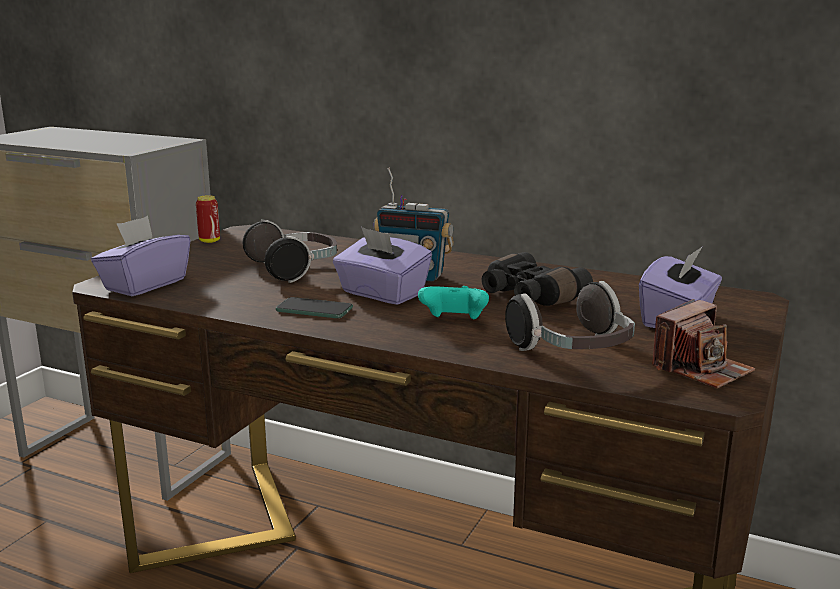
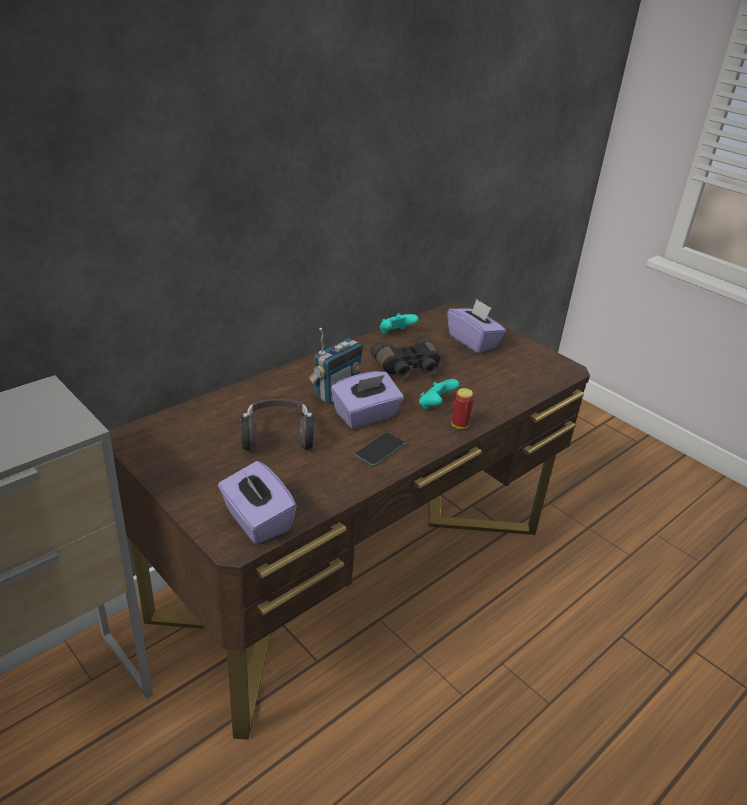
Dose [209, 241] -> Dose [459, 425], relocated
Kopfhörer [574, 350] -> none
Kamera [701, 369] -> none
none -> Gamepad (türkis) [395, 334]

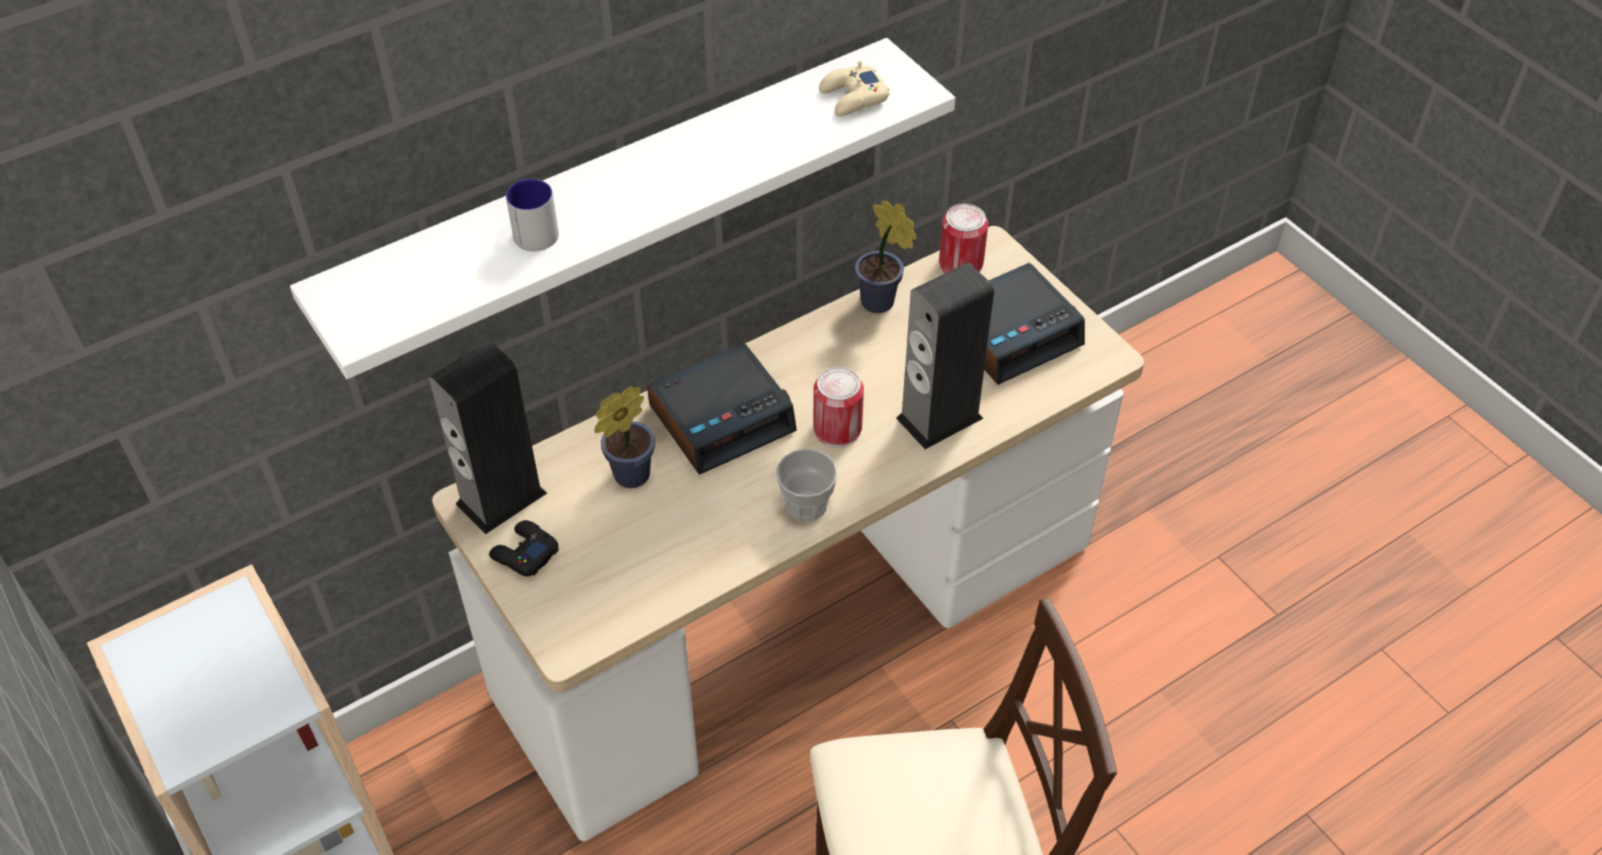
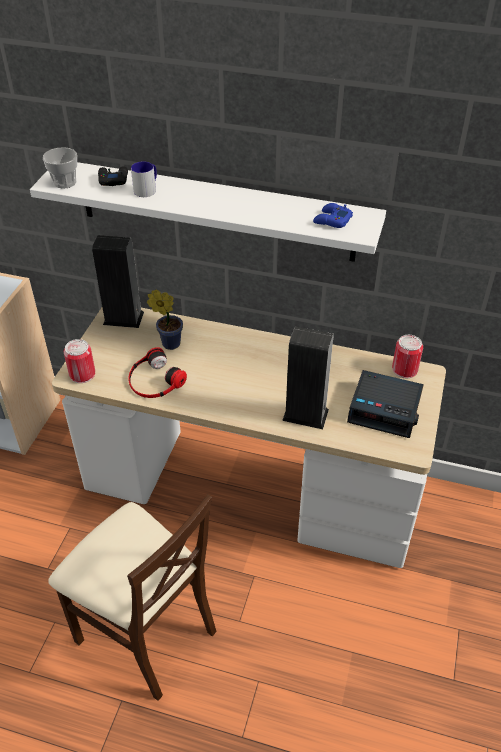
Gamepad (schwarz) [524, 553] -> Gamepad (schwarz) [113, 180], relocated
Wecker [722, 417] -> none
Tasse [806, 505] -> Tasse [65, 182], relocated
Dose [837, 429] -> Dose [82, 374], relocated
Gamepad (beige) [853, 97] -> Gamepad (blau) [332, 220]
Topfpflanze [881, 304] -> none
none -> Kopfhörer [154, 380]

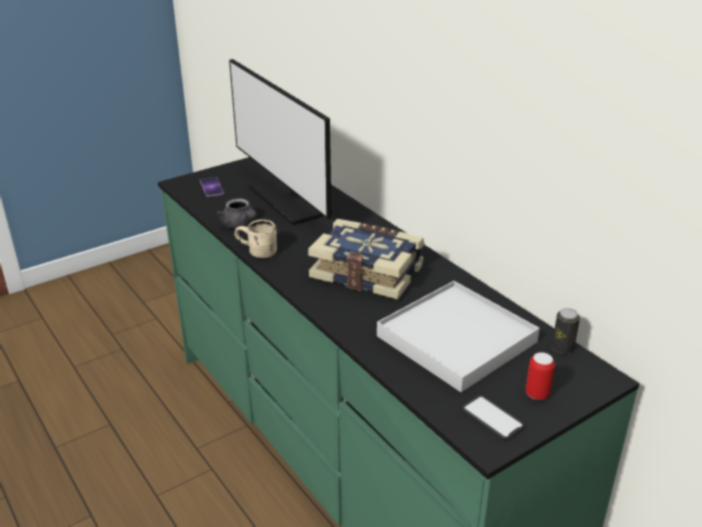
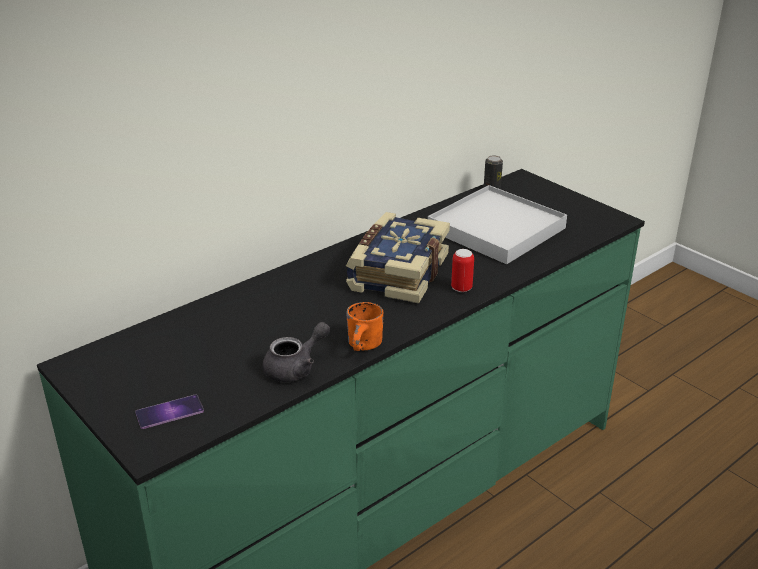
Monitor [289, 200] -> none
Henkelbecher (beige) [256, 252] -> Henkelbecher (orange) [366, 347]
Handy [492, 418] -> none
Dose [537, 394] -> Dose [461, 288], relocated

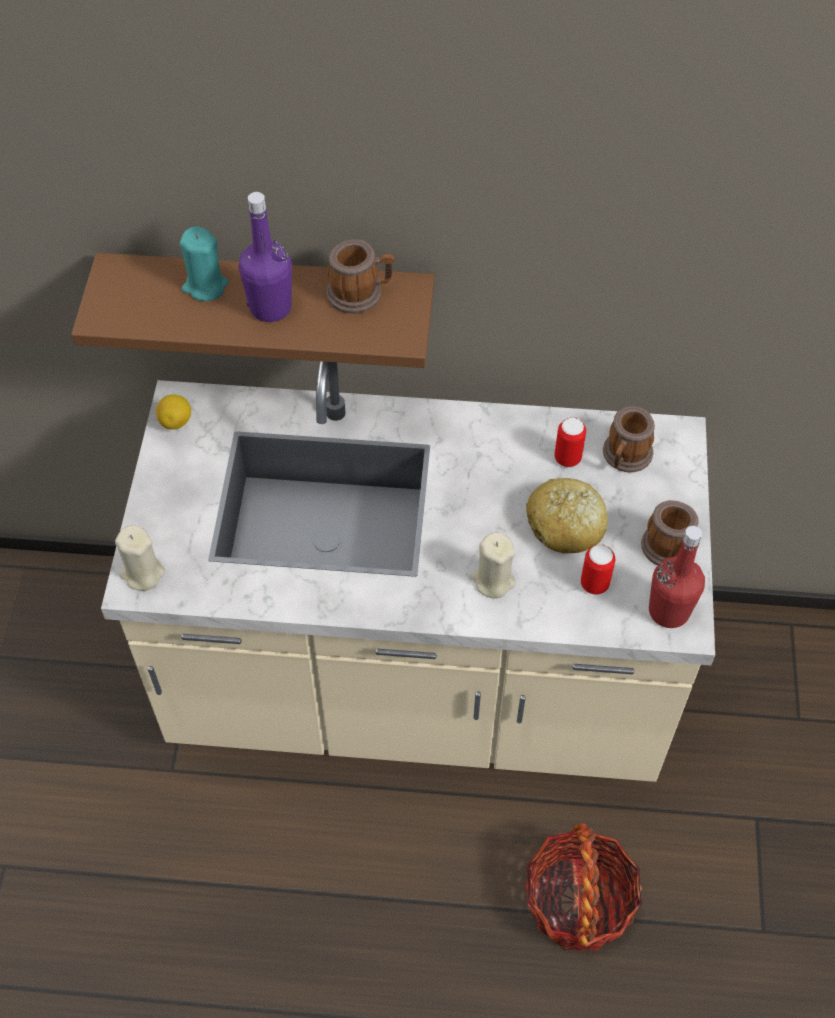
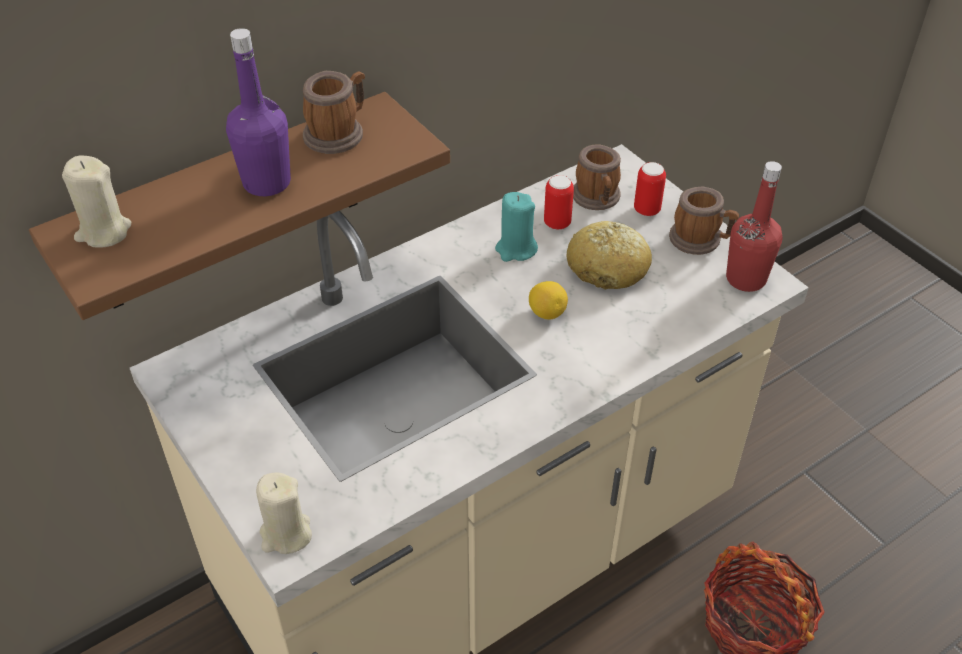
Zitrone [176, 422] -> Zitrone [547, 313], relocated
Kerze (türkis) [205, 286] -> Kerze (türkis) [516, 249], relocated
Kerze (beige) [492, 580] -> Kerze (beige) [103, 232], relocated
Dose [594, 584] -> Dose [646, 210], relocated

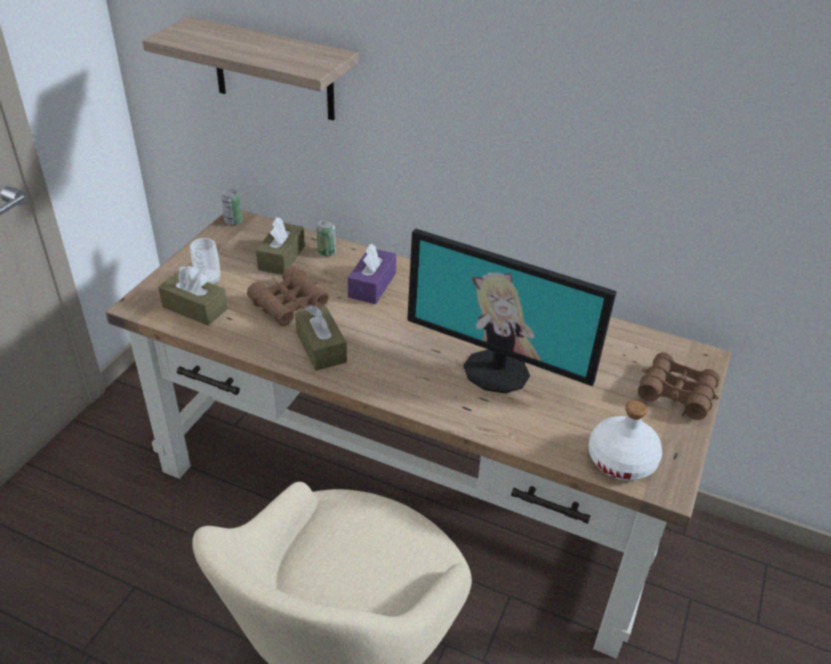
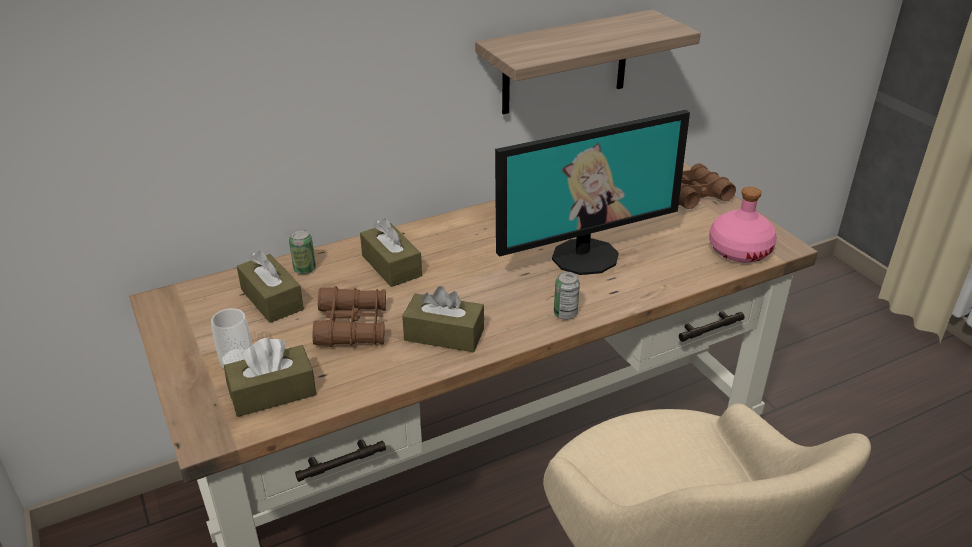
Wandregal [273, 70] -> Wandregal [565, 63], relocated
Dose [233, 221] -> Dose [565, 314], relocated
Taschentuchbox (lila) [372, 285] -> Taschentuchbox (braun) [391, 266]
Flasche (weiß) [621, 459] -> Flasche (rosa) [739, 250]

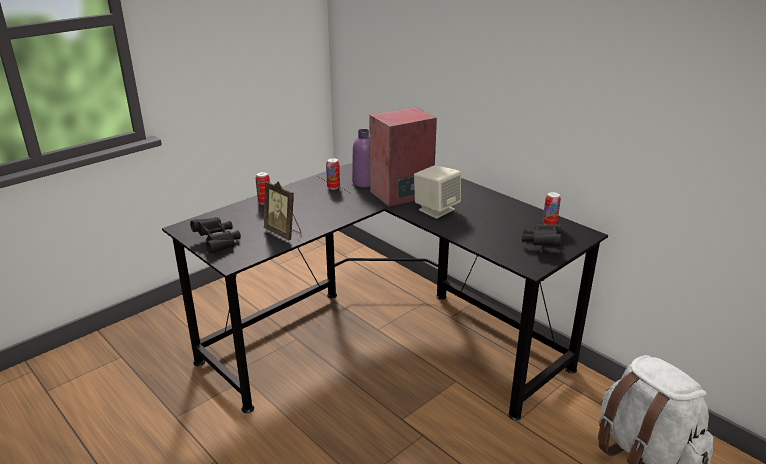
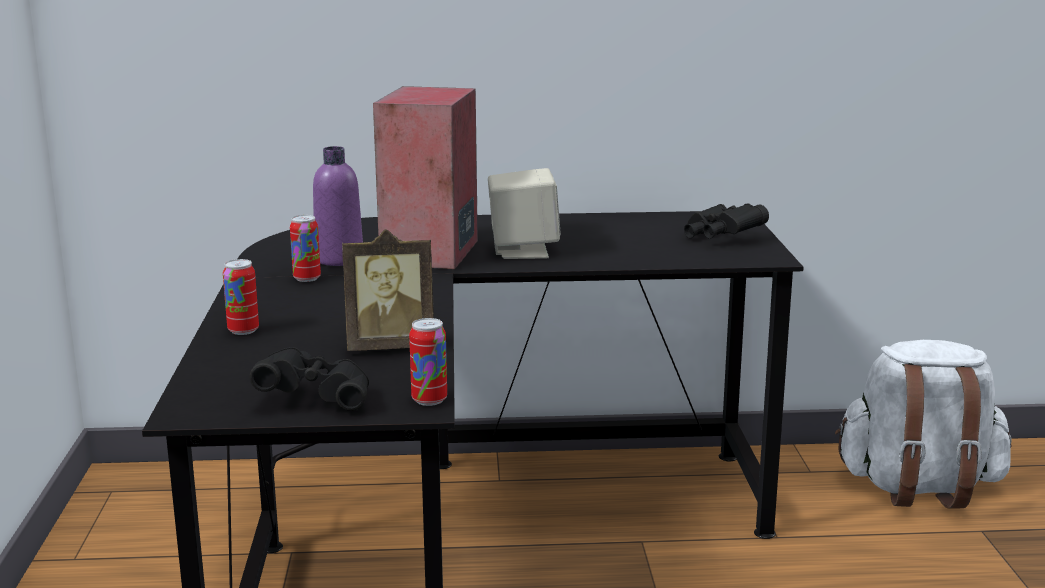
Dose [549, 224] -> Dose [429, 400], relocated

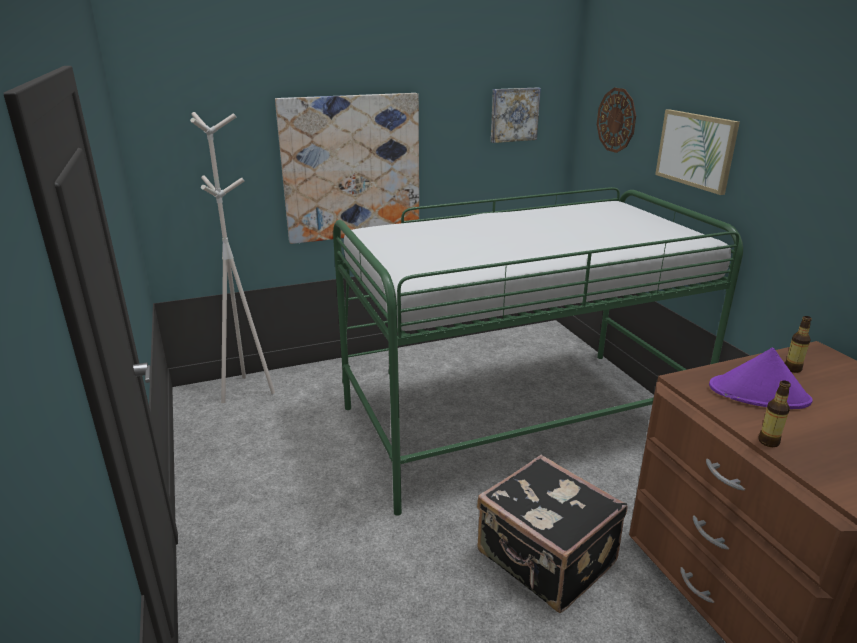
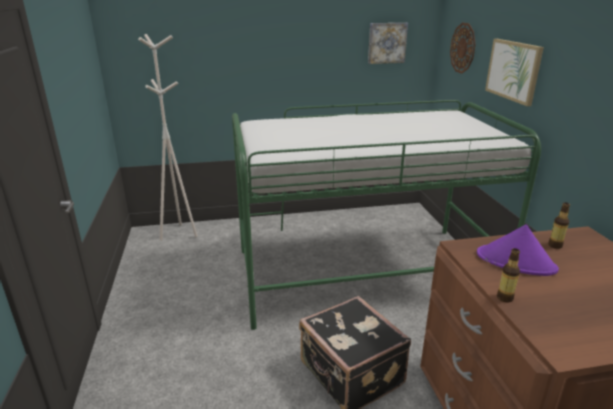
Bild [351, 168] -> none

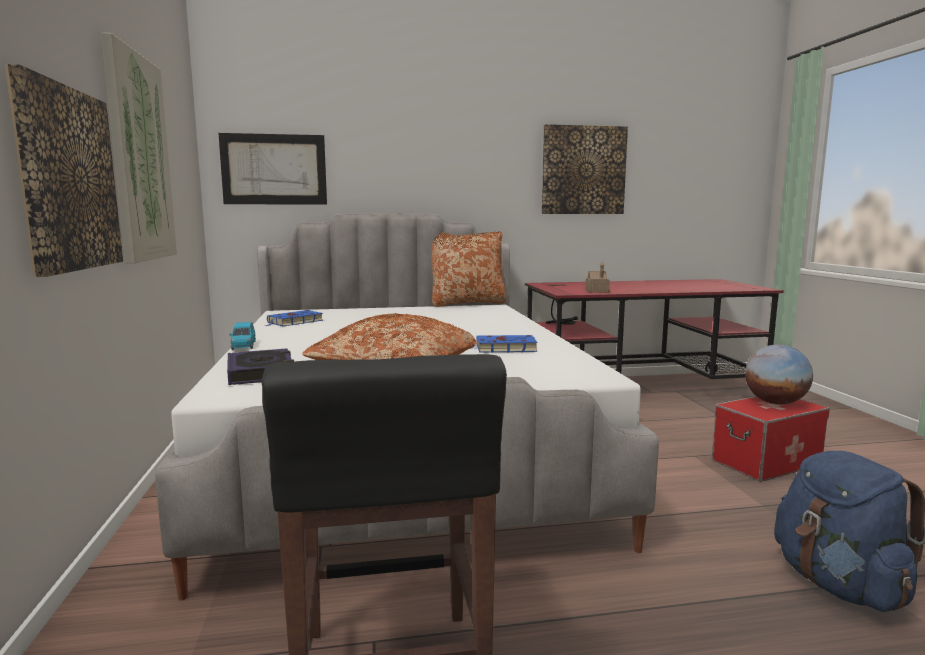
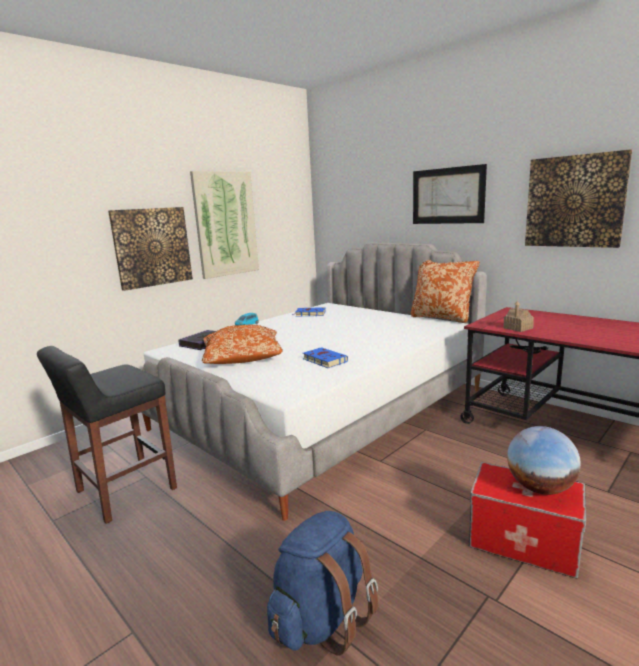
Bild [274, 169] -> Bild [447, 196], relocated

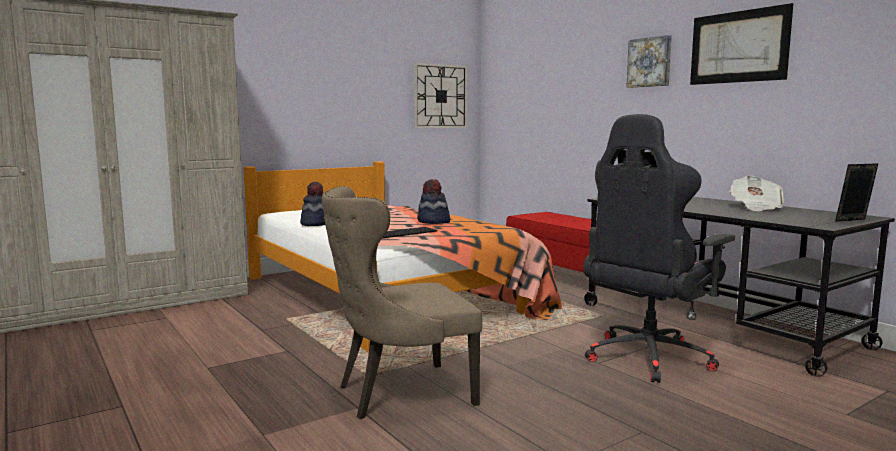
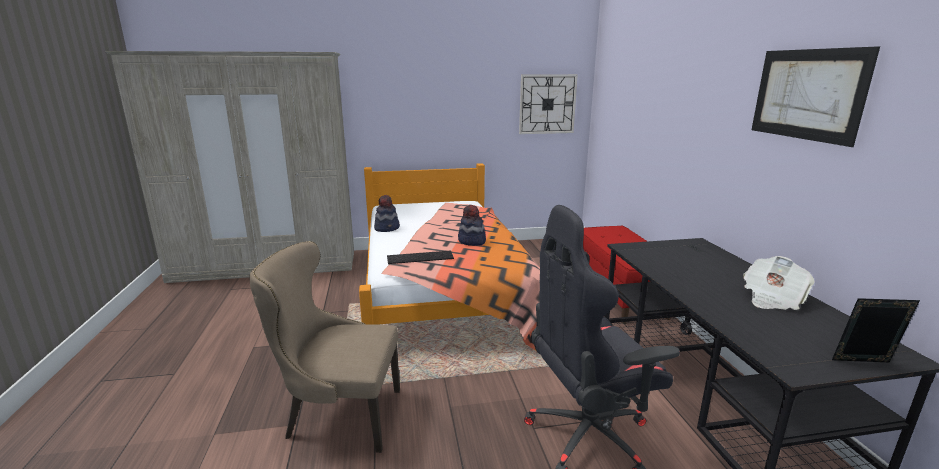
Bild [650, 62] -> none

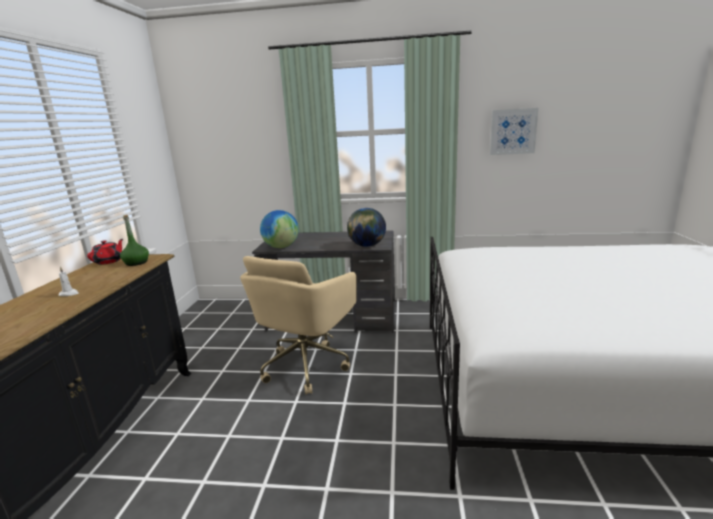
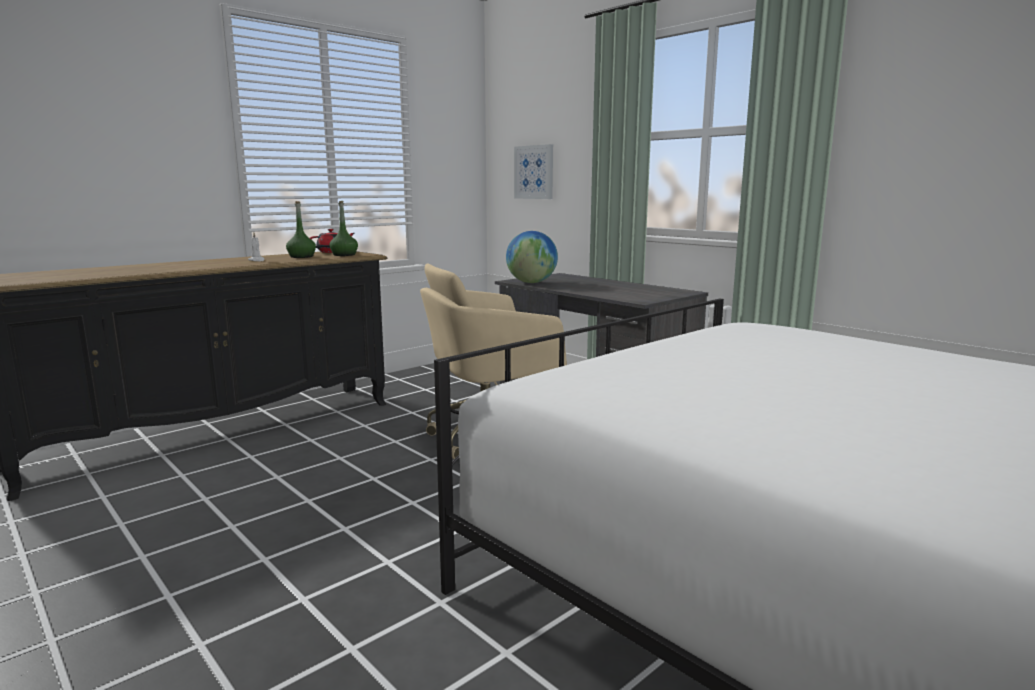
Globus [367, 246] -> none
Bild [513, 131] -> Bild [534, 172], relocated
none -> Flasche (grün) [302, 257]

